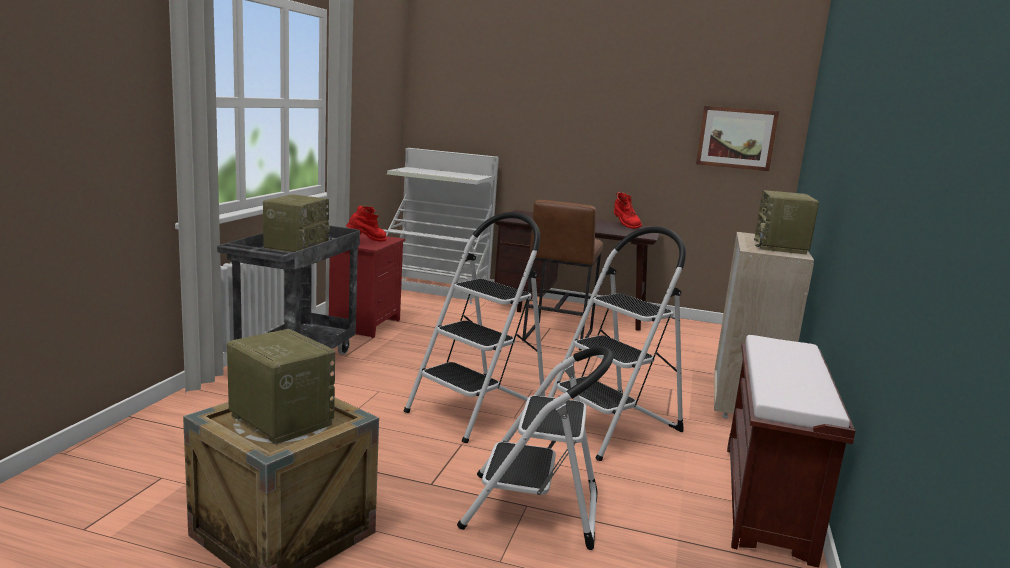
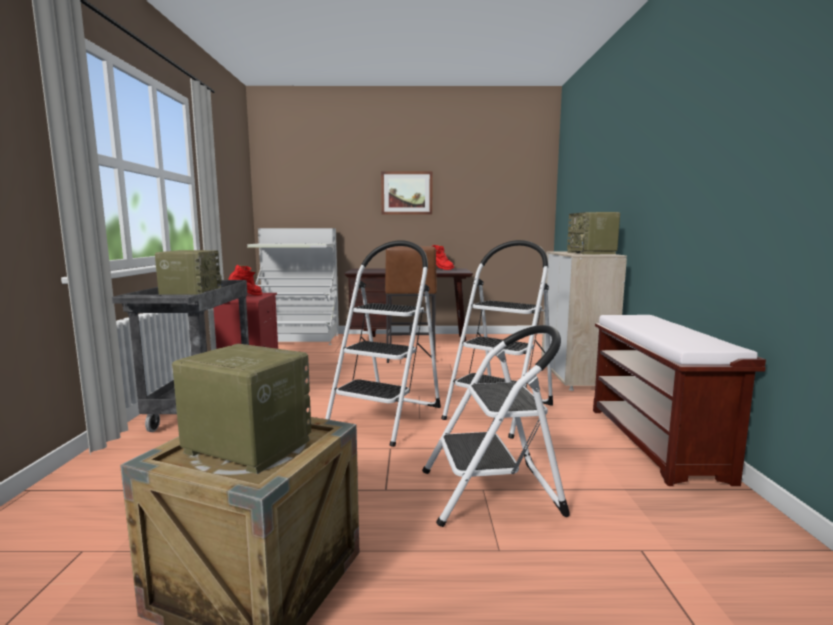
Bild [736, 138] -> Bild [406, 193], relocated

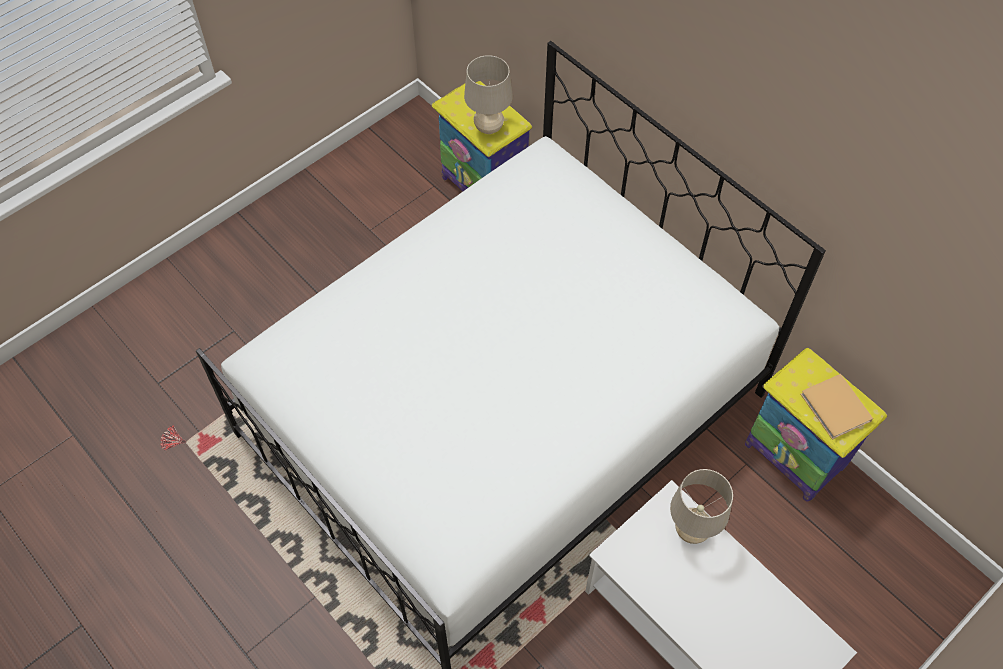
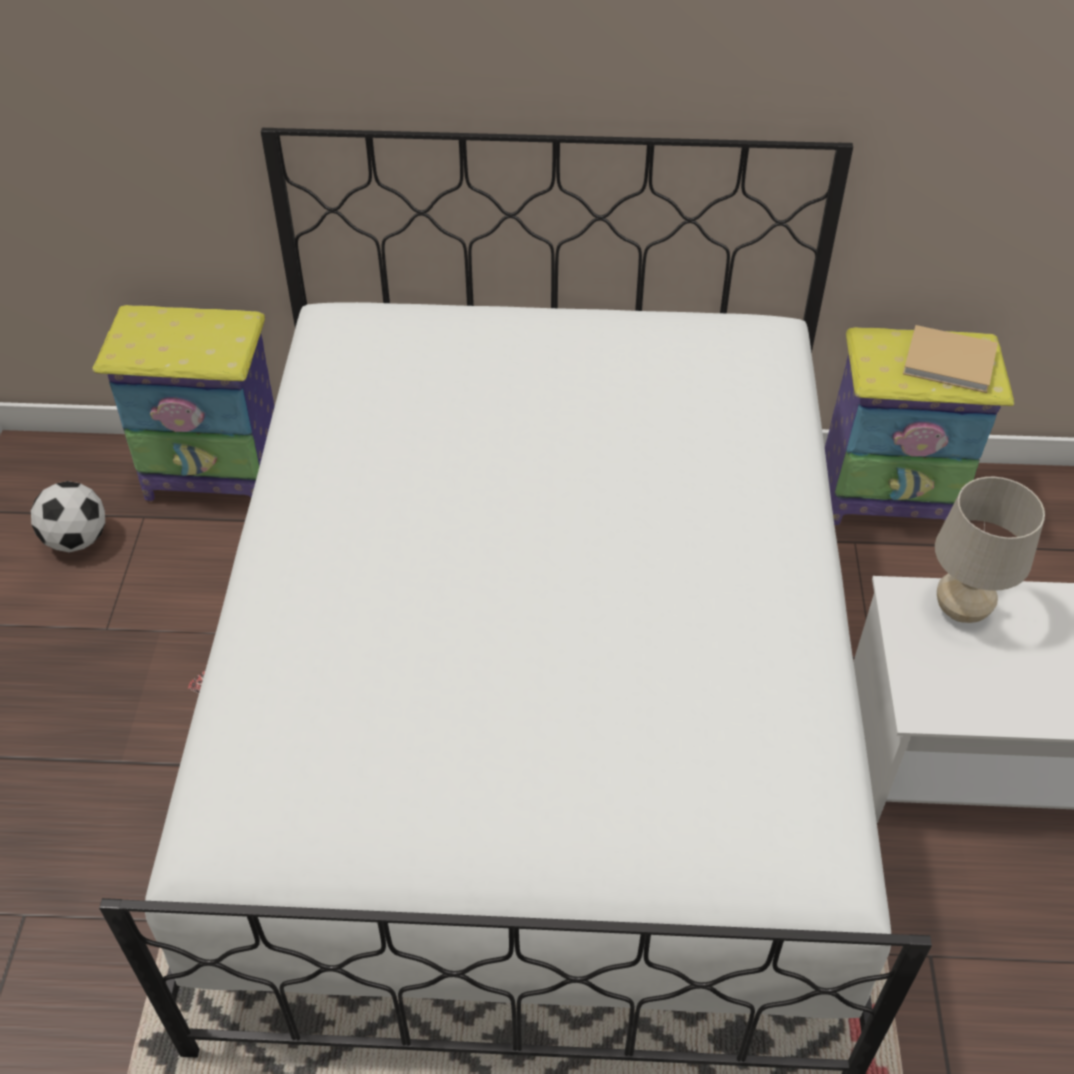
Tischlampe (beige) [488, 128] -> none
none -> Fußball [77, 539]

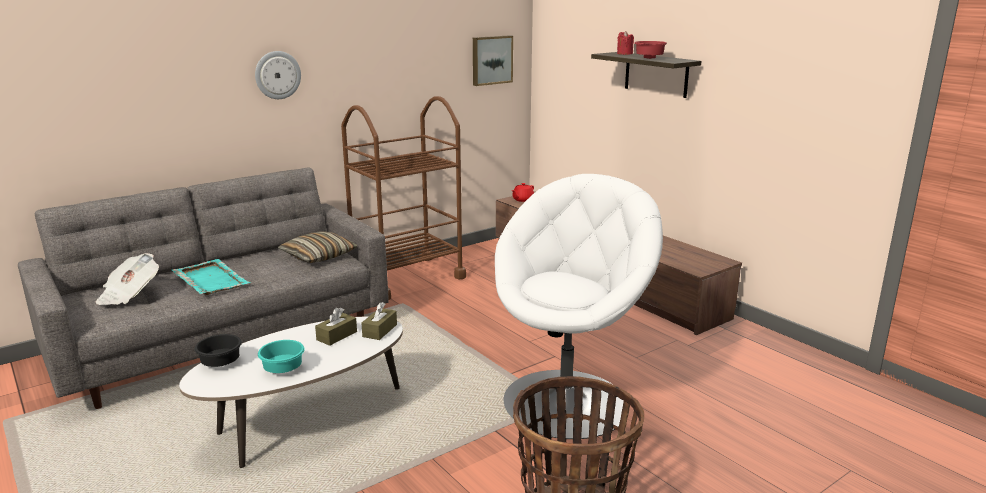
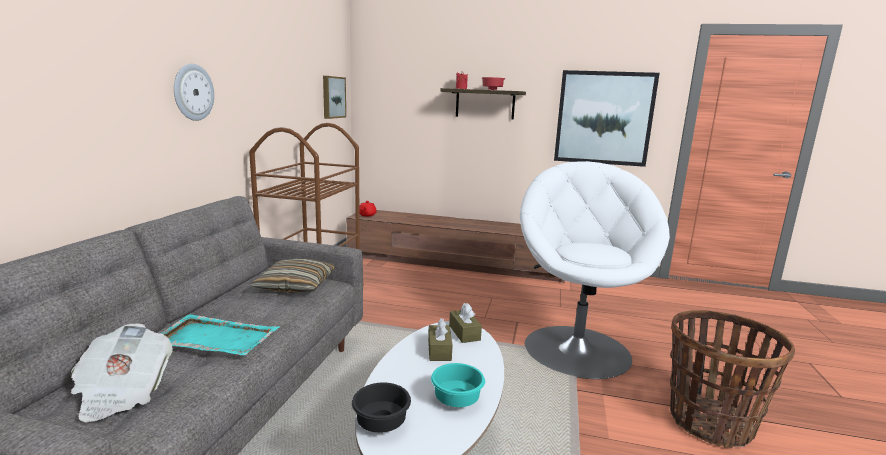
none -> Bild [604, 118]

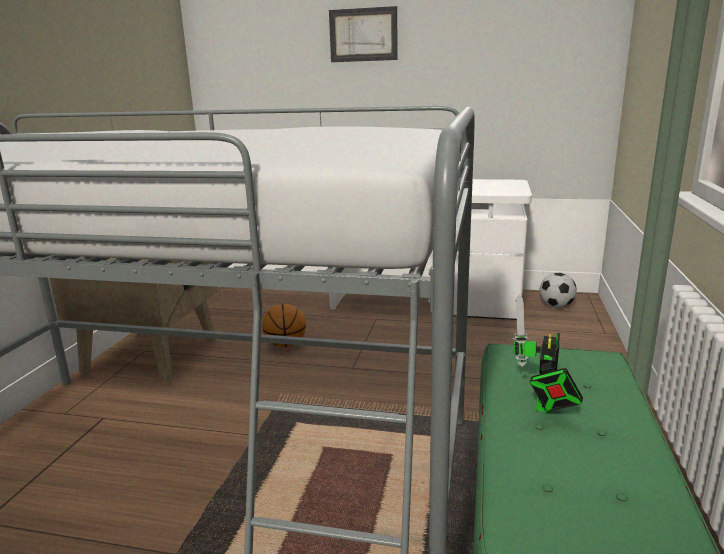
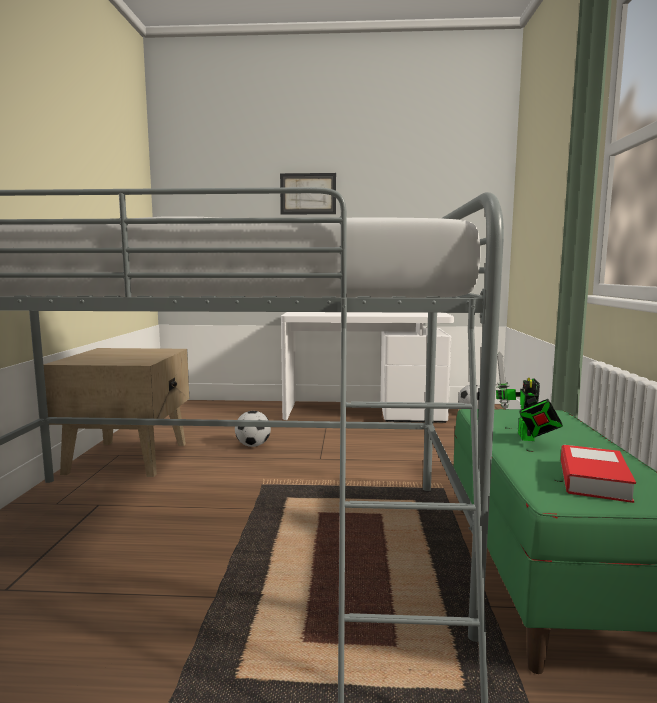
Basketball [286, 345] -> Fußball [253, 445]
none -> Buch [593, 480]

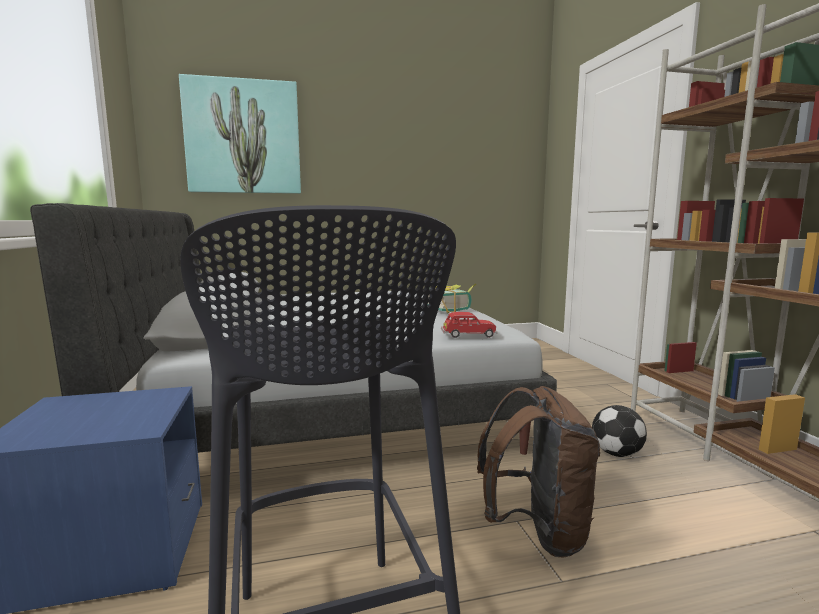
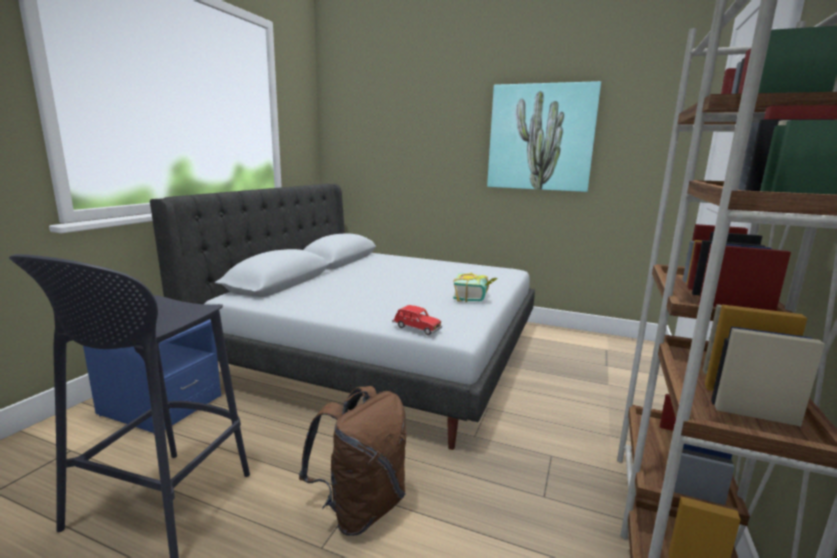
Bild [243, 137] -> Bild [541, 138], relocated
Fußball [617, 453] -> none

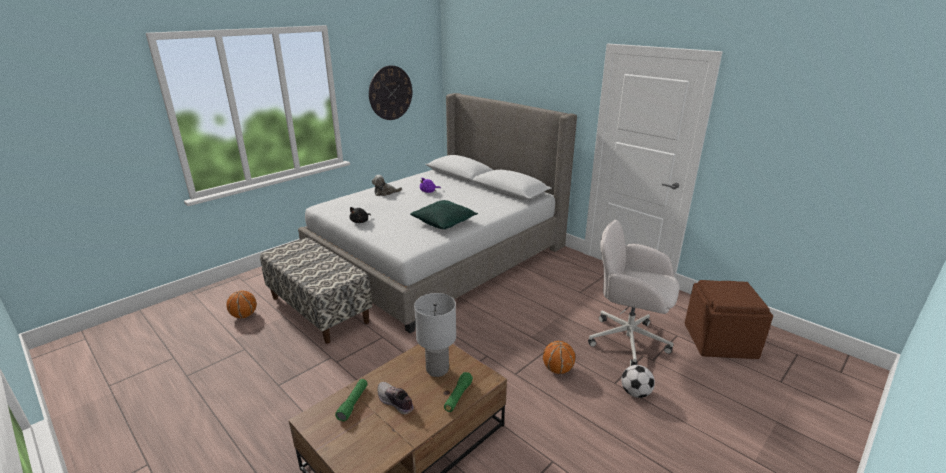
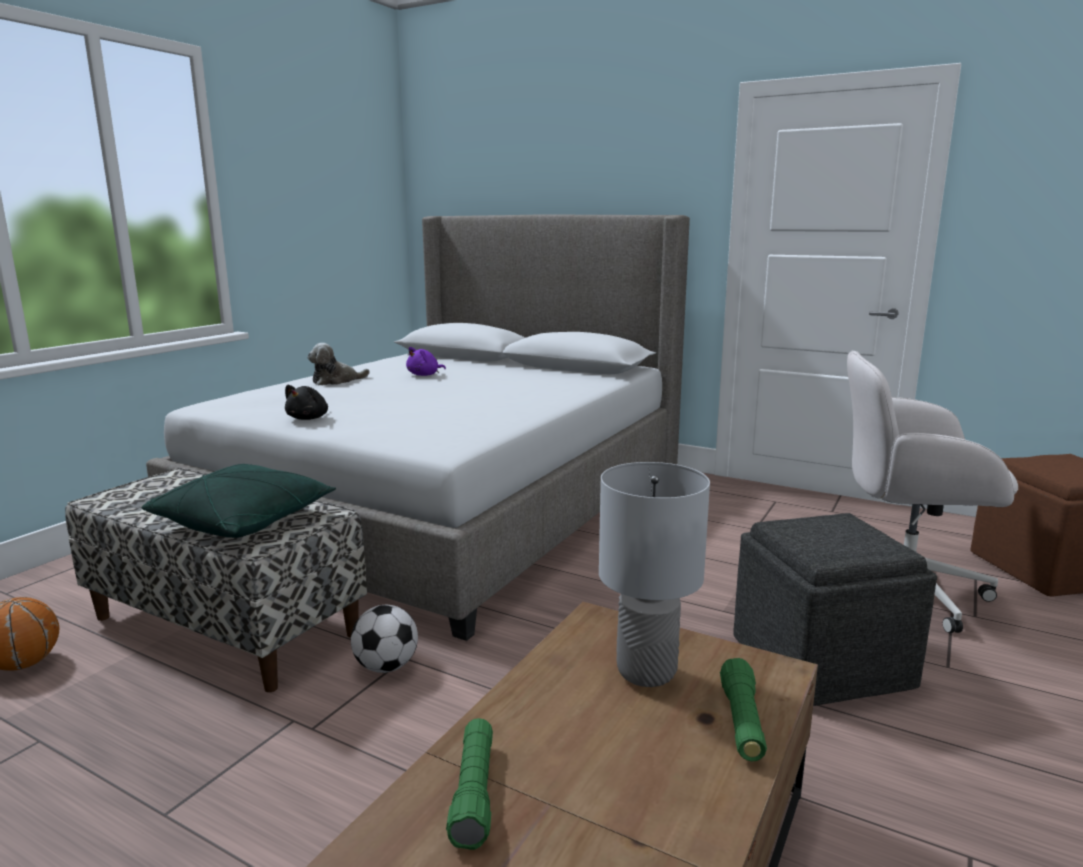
Wanduhr [390, 93] -> none
Schuh [395, 402] -> none
Kissen (grün) [444, 222] -> Kissen (grün) [245, 521], relocated
Basketball [557, 369] -> Polsterhocker (grau) [821, 661]
Fußball [635, 393] -> Fußball [386, 667], relocated

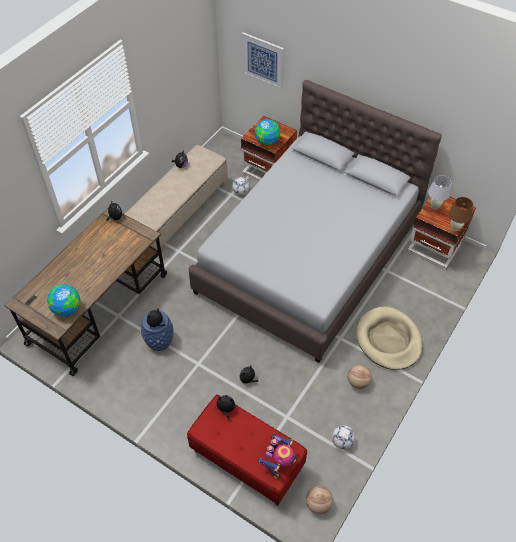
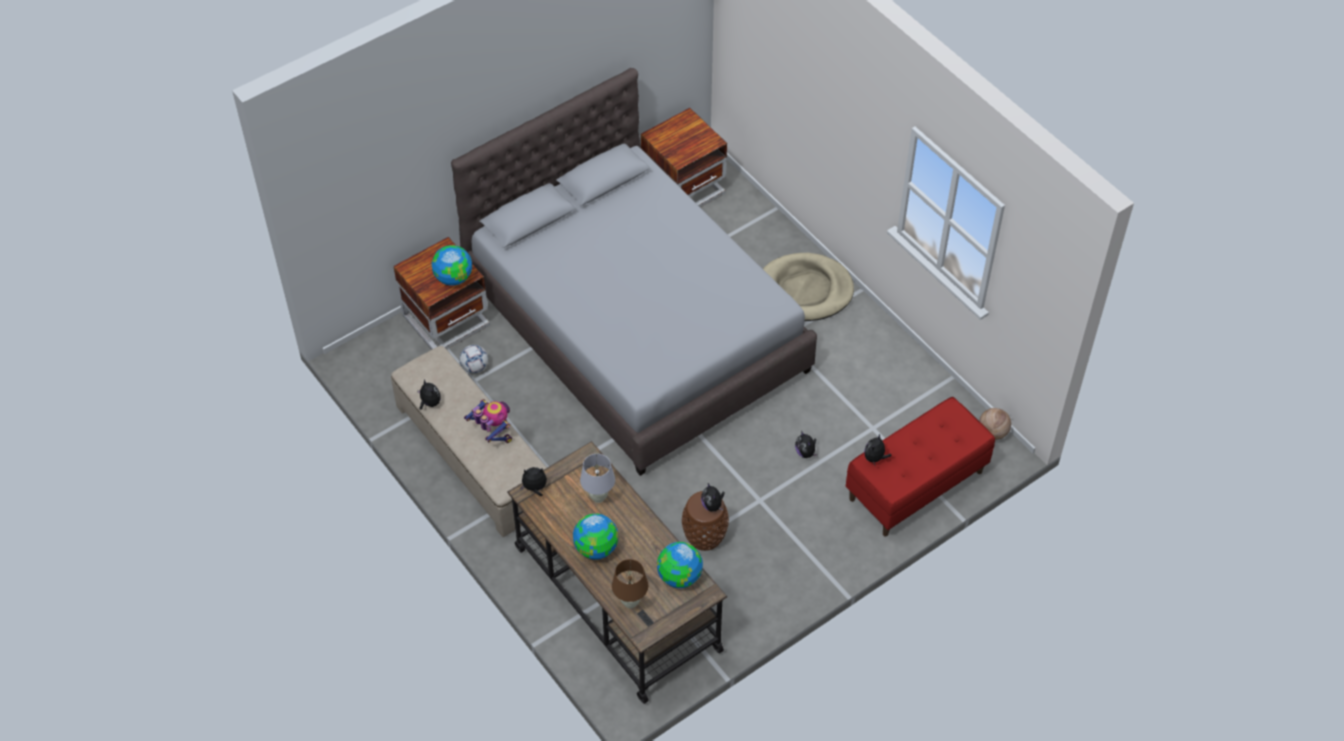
Hocker (blau) [159, 341] -> Hocker (braun) [705, 536]
Bild [263, 60] -> none
Spielzeugroboter [279, 462] -> Spielzeugroboter [492, 433], relocated
Fußball [342, 441] -> none
Basketball [358, 382] -> none
Tischlampe (weiß) [435, 206] -> Tischlampe (weiß) [598, 497], relocated
Tischlampe (braun) [455, 228] -> Tischlampe (braun) [630, 602], relocated
none -> Globus [596, 548]

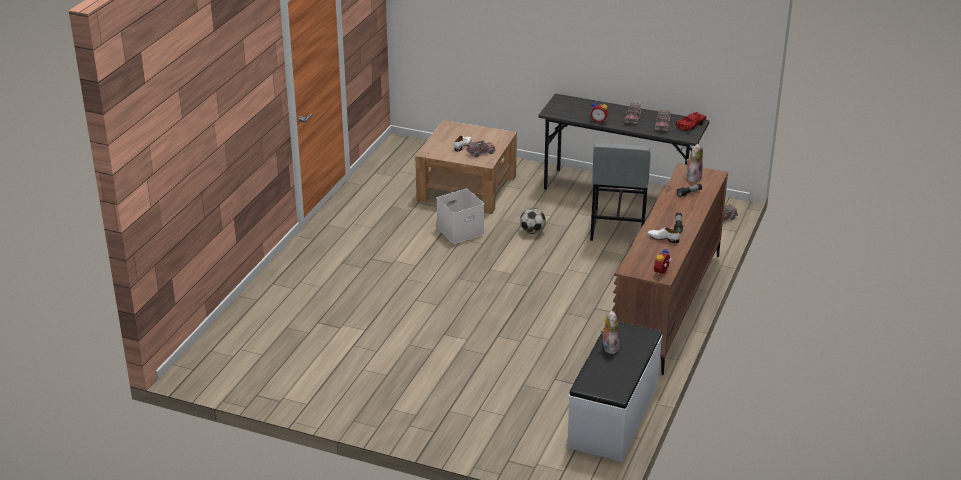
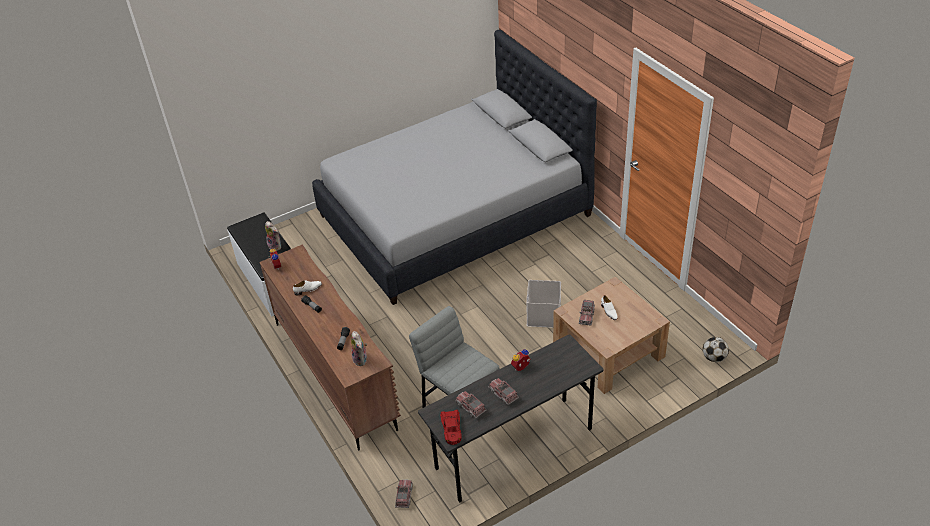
Fußball [532, 231] -> Fußball [714, 358], relocated
none -> Bett (grau) [455, 215]

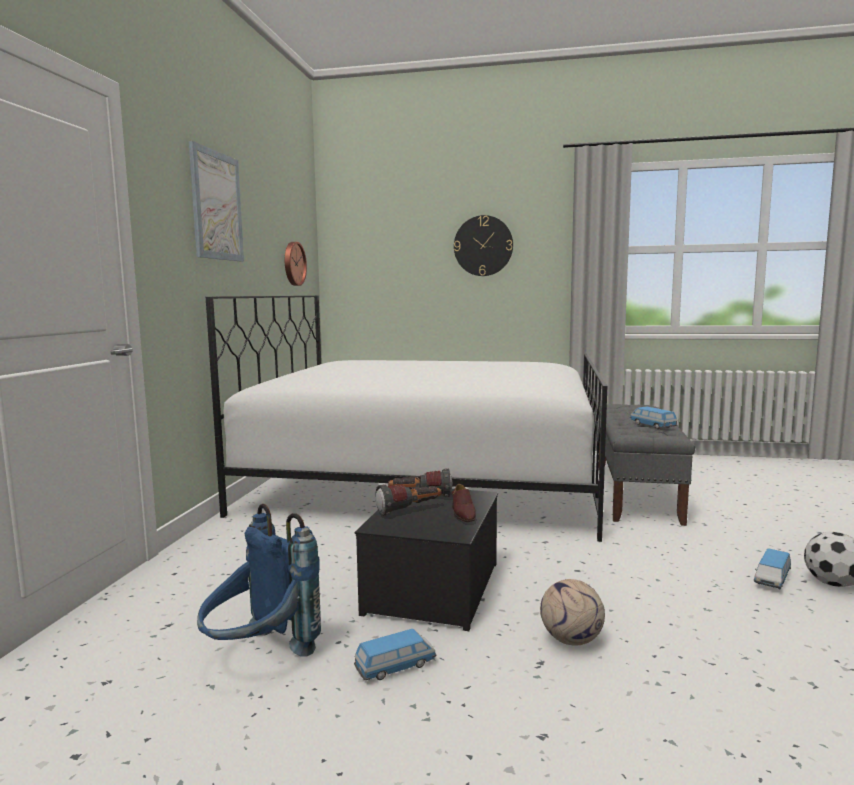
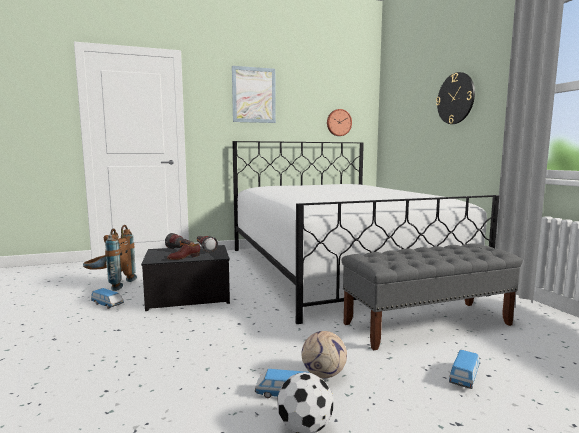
Rucksack (blau) [259, 658] -> Rucksack (braun) [110, 285]
Fußball [571, 639] -> Fußball [324, 374], relocated
Spielzeugauto [652, 426] -> Spielzeugauto [464, 376], relocated

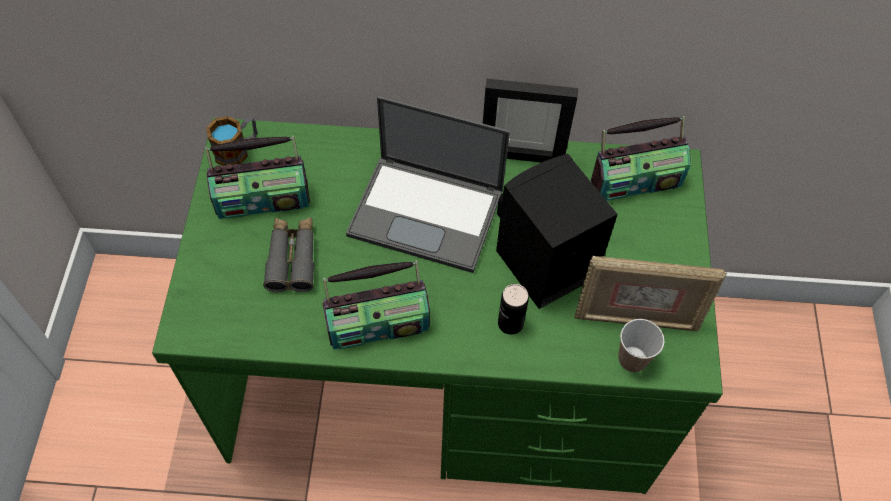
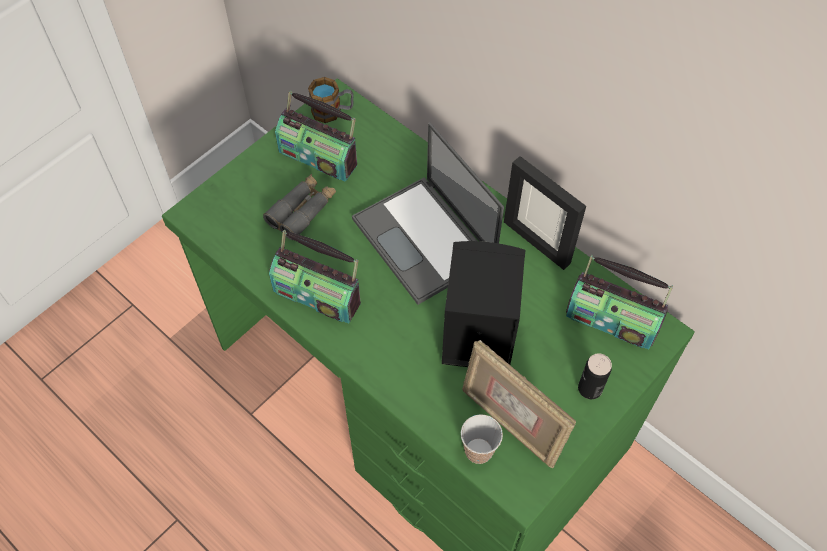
Dose [510, 323] -> Dose [590, 388], relocated

